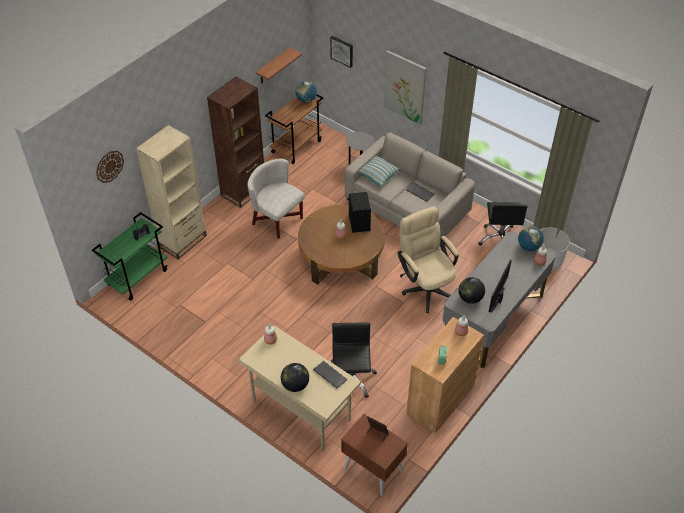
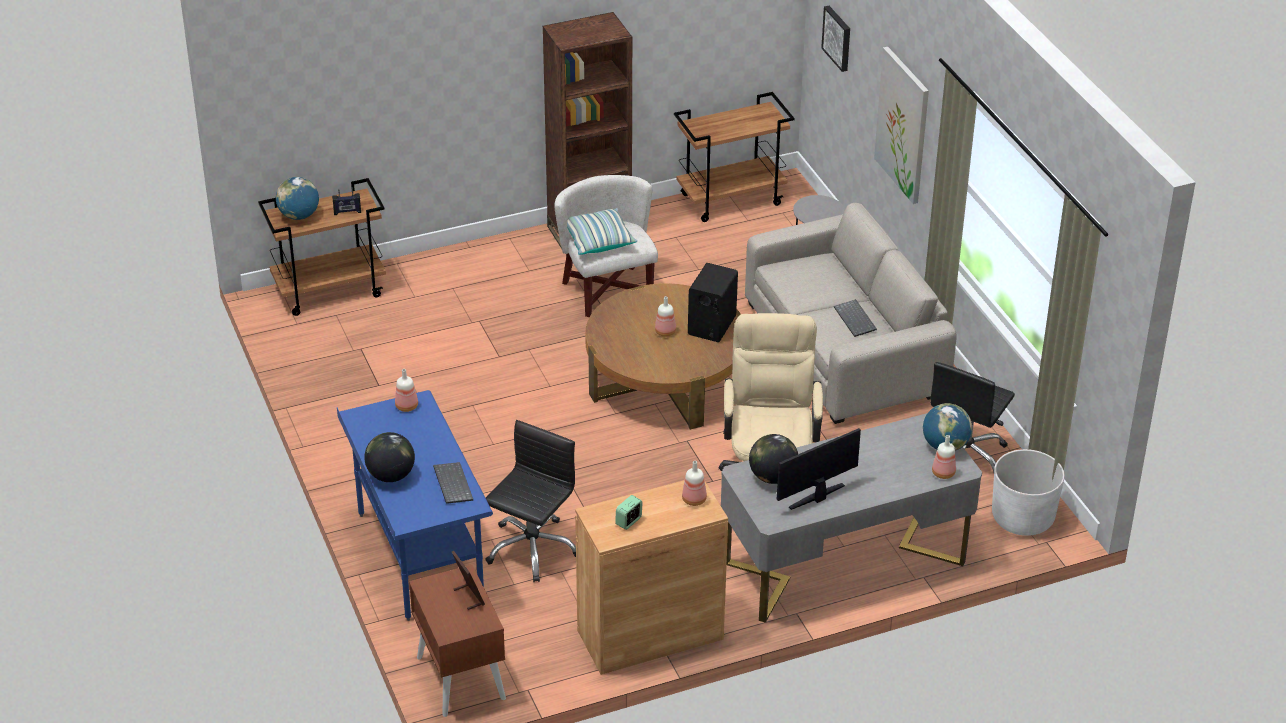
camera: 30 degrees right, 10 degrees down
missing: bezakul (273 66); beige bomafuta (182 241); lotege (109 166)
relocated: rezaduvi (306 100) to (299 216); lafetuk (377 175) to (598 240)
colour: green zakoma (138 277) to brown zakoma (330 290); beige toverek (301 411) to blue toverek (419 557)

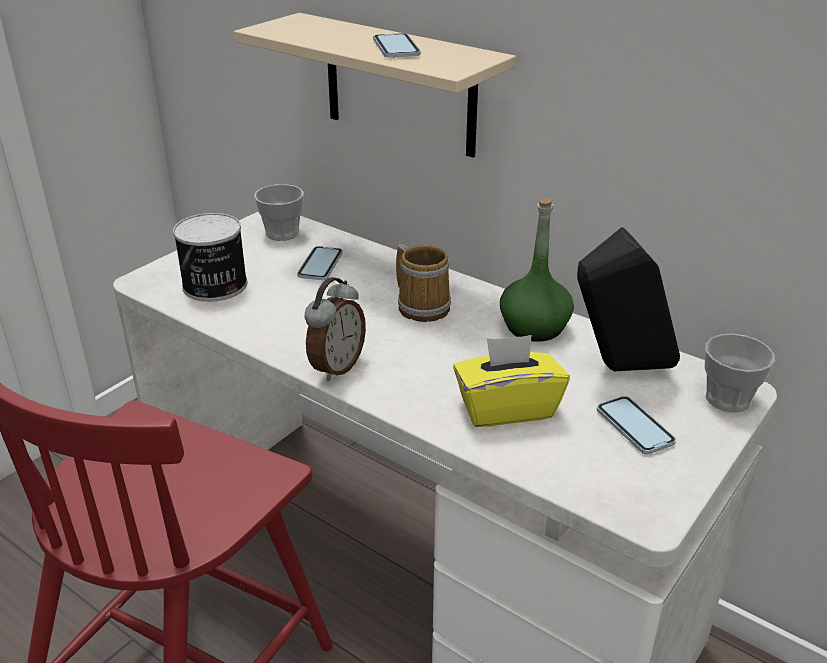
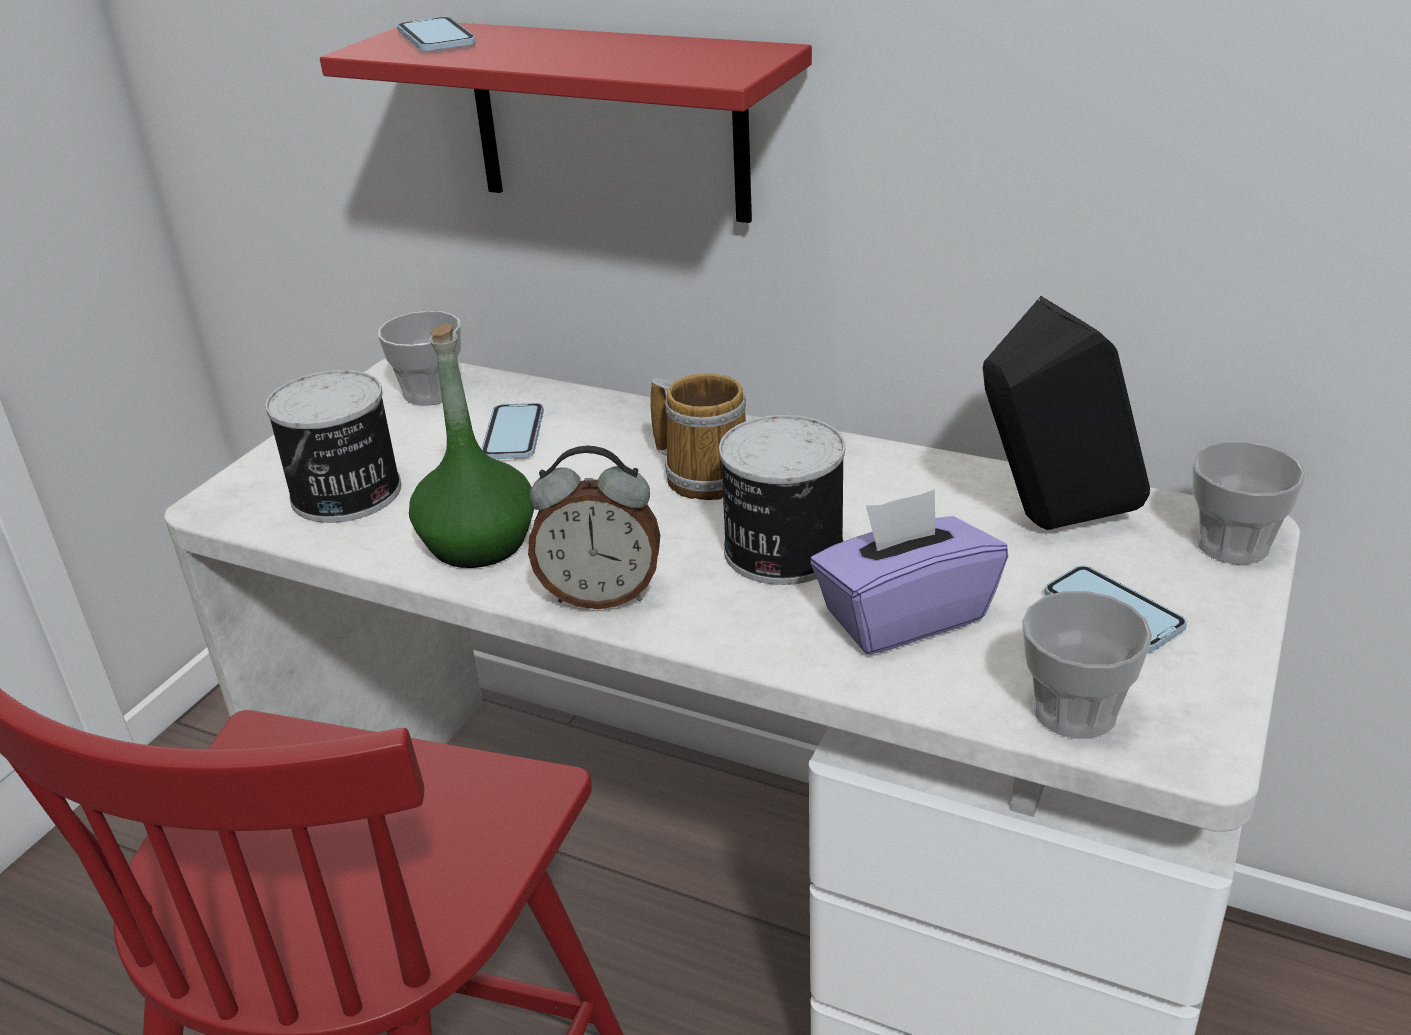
camera: 10 degrees left, 0 degrees up
appeared: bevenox (780 551); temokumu (1074 711)
relocated: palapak (396 48) to (436 38); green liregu (534 327) to (478 543)
colour: beige bezakul (399 85) to red bezakul (608 121); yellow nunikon (506 408) to purple nunikon (904 616)
spun: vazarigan (336 367) = (601 595) 75 degrees clockwise

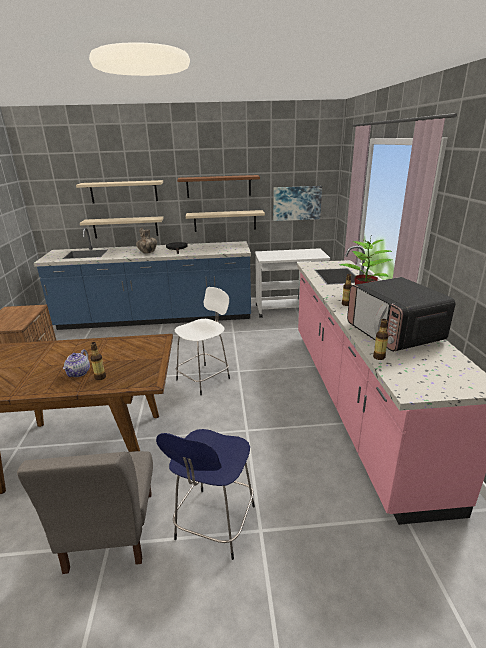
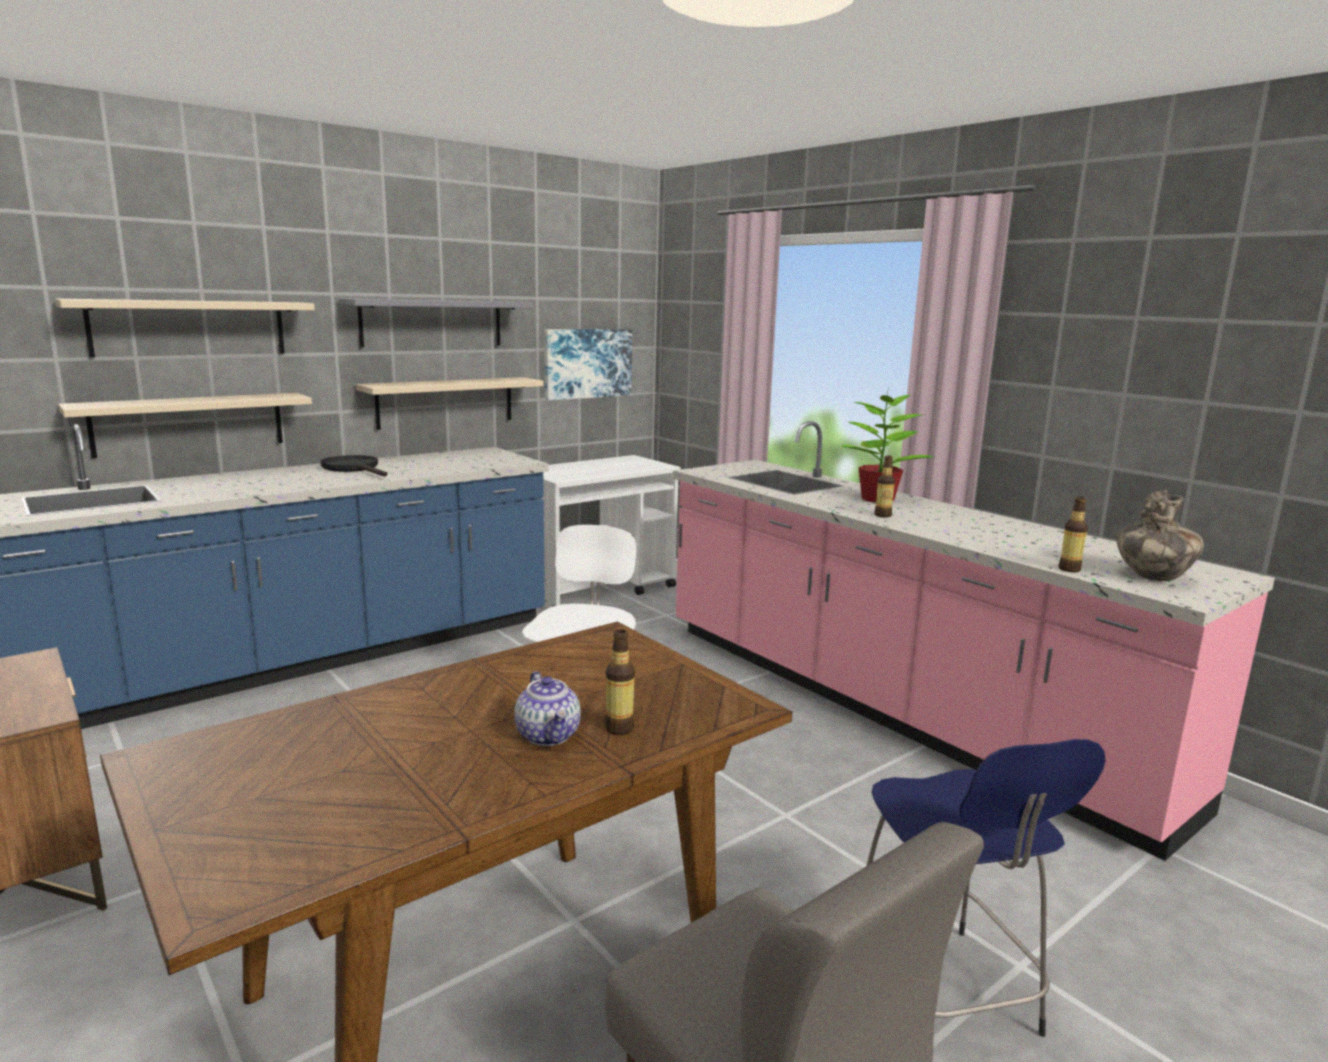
camera: 35 degrees left, 10 degrees down
missing: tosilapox (394 333)
relocated: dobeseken (148 252) to (1153 577)
colour: brown bezakul (218 186) to grey bezakul (432 323)

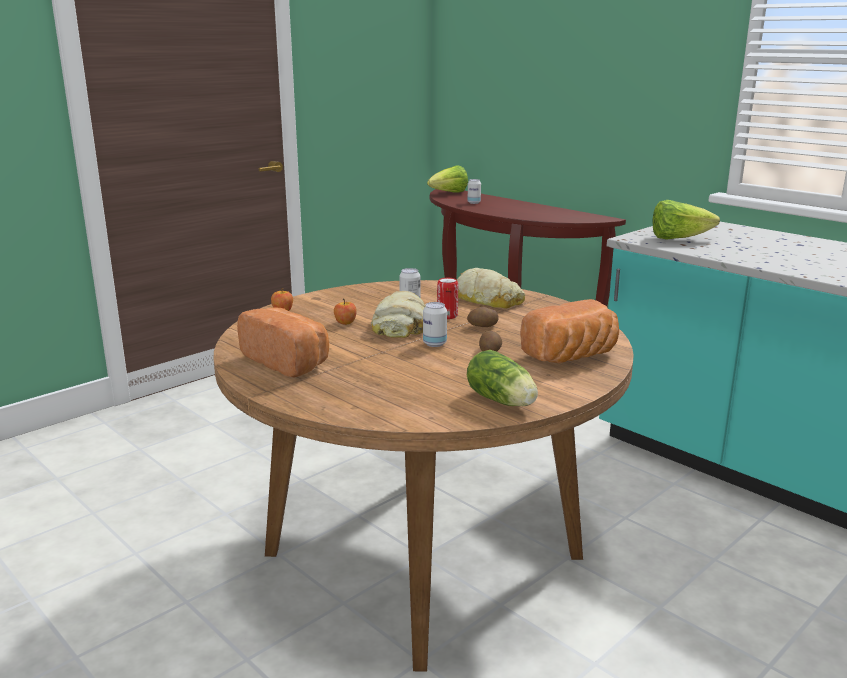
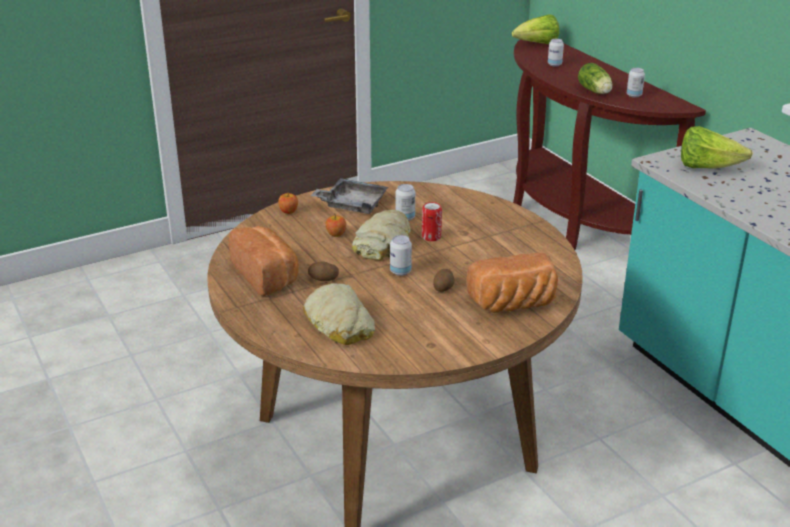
camera: 15 degrees right, 10 degrees up
appeared: bevenox (634 95); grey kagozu (352 204)
relocated: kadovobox (487 299) to (339 323); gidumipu (483 326) to (323 279); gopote (503 402) to (595 92)

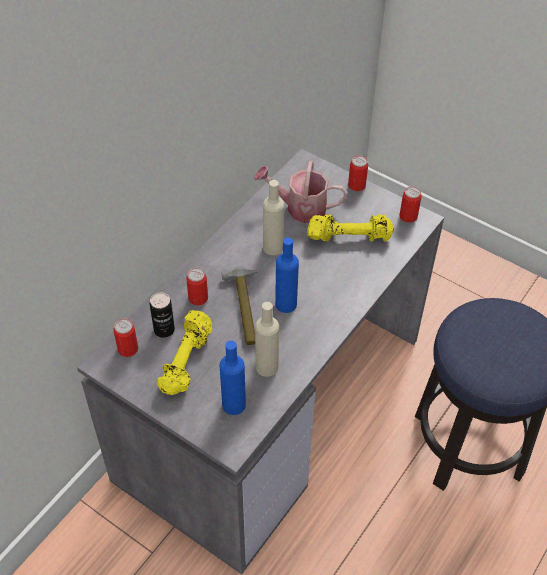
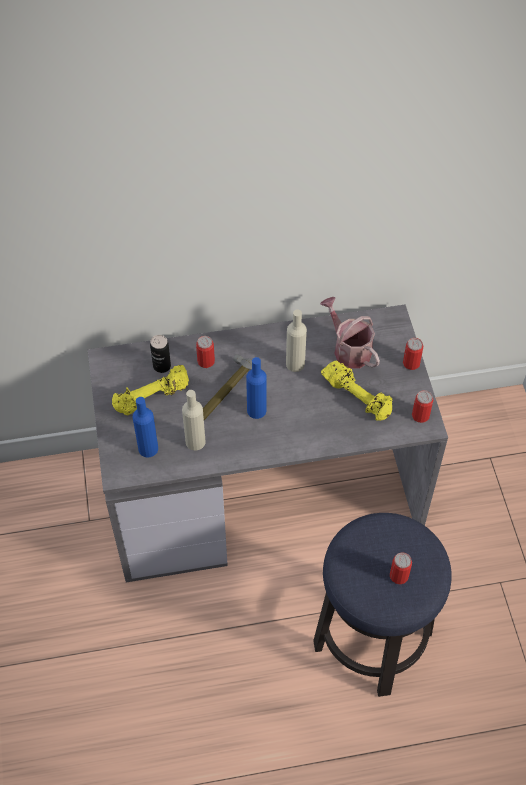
camera: 45 degrees right, 5 degrees up
relocated: bevenox (128 349) to (399 576)

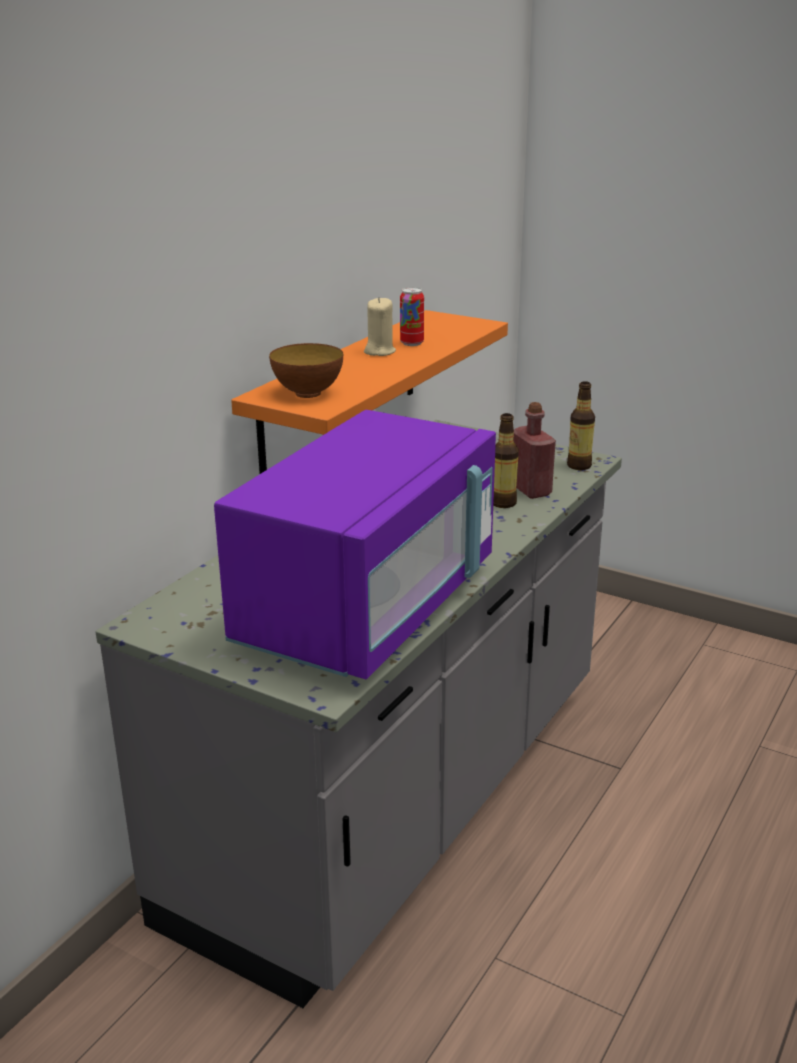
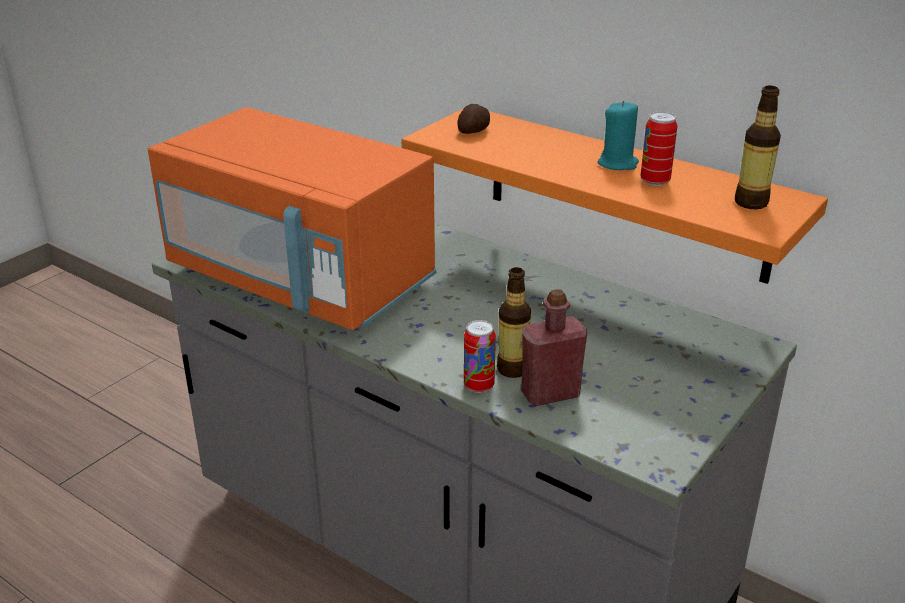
camera: 95 degrees right, 5 degrees up
appeared: bevenox (479 386)
relocated: liregu (579 466) to (750 203)
exchanged: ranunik (308 393) to gidumipu (474 131)
colour: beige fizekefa (379 351) to turquoise fizekefa (618 164); purple tosilapox (369 607) to orange tosilapox (301 279)

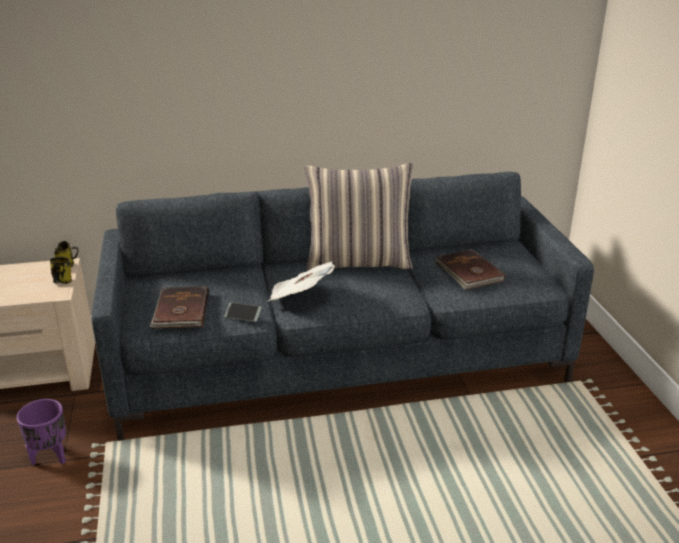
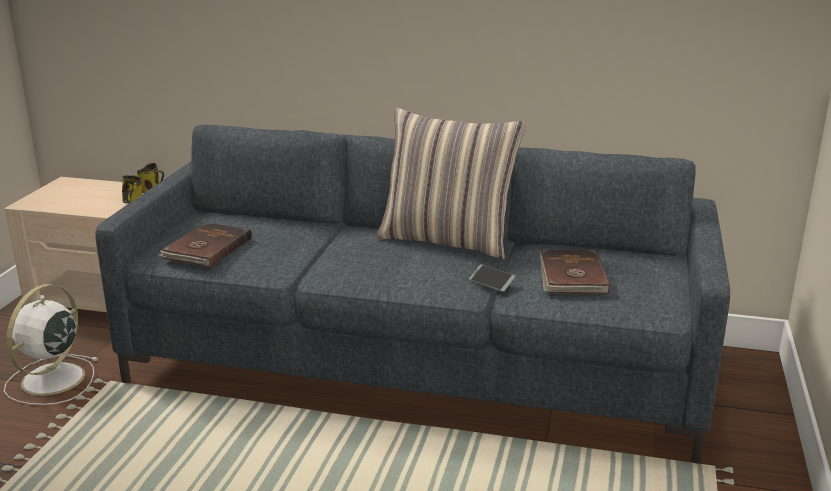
camera: 25 degrees right, 5 degrees down
missing: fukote (300 297)
relocated: palapak (243 315) to (491 282)
exchanged: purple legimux (50 457) to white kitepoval (51 381)

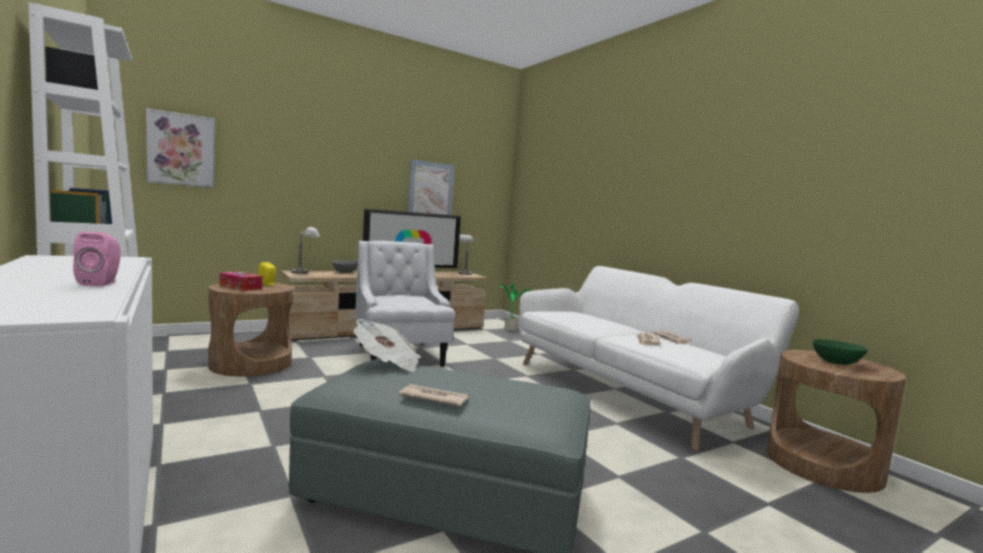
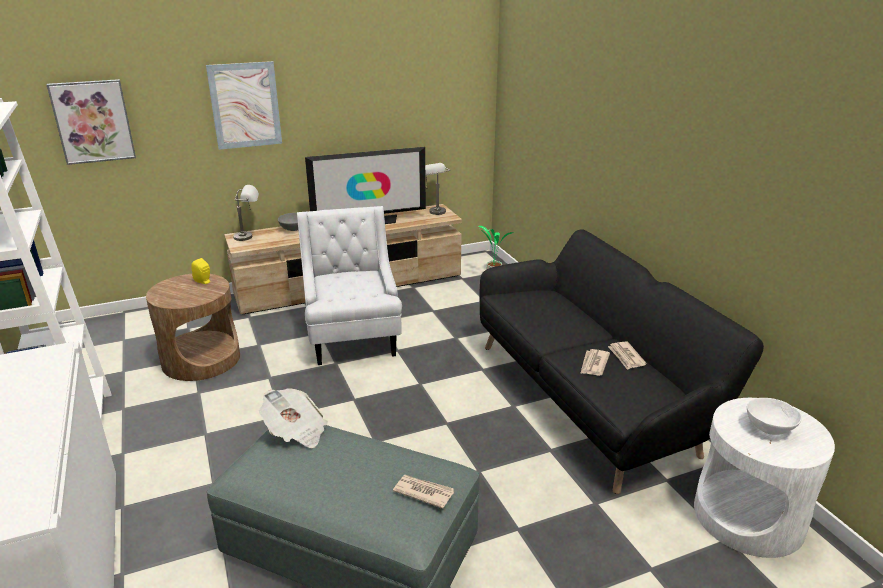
camera: 10 degrees right, 20 degrees up
missing: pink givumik (101 283); nunikon (240 287)
relocated: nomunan (430 192) to (245 105); fukote (433 398) to (423 492)
colour: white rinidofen (630 392) to black rinidofen (590 397); green ranunik (836 362) to white ranunik (769 428); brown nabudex (823 465) to white nabudex (748 516)

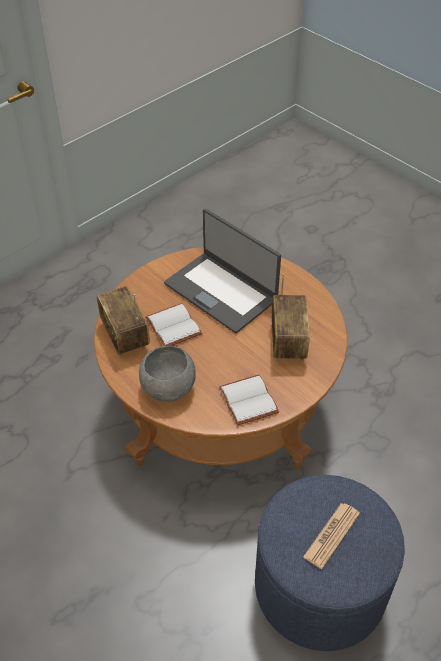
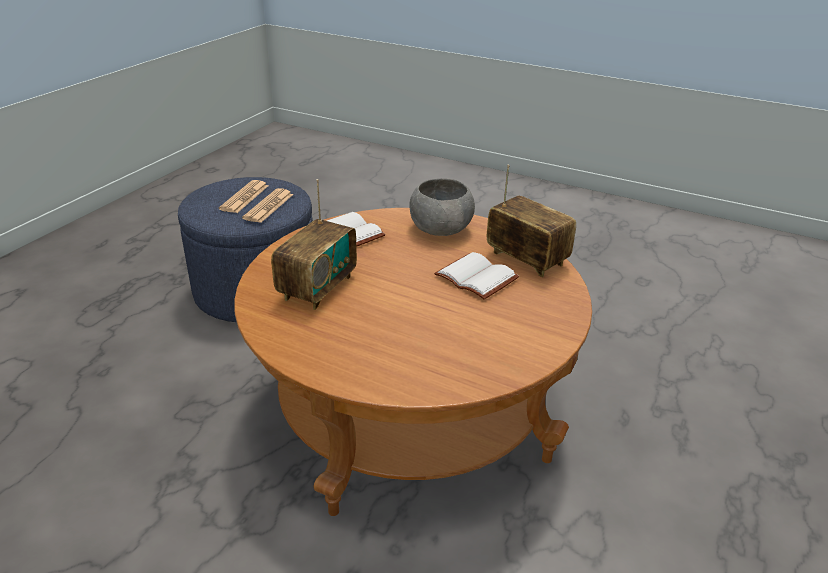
camera: 160 degrees right, 15 degrees down
missing: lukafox (221 291)
appeared: fukote (268 206)
spun: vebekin (288 342) = (317 288) 135 degrees counterclockwise

